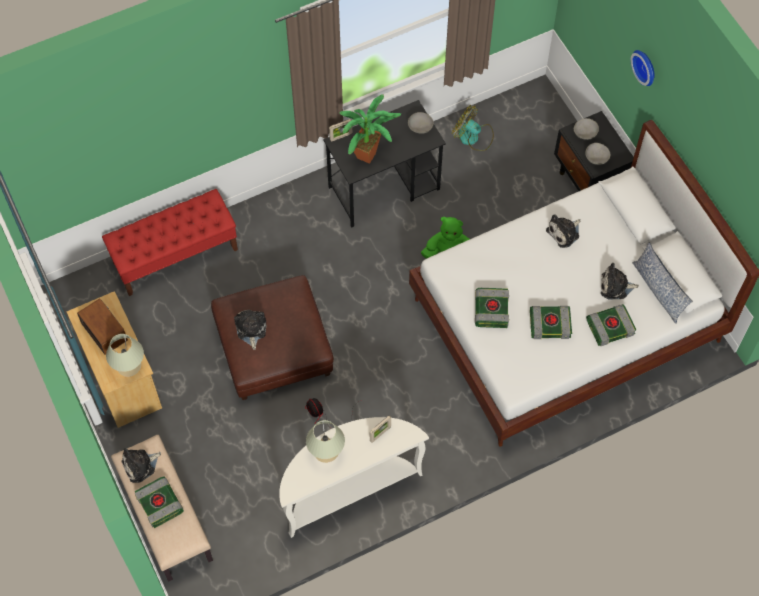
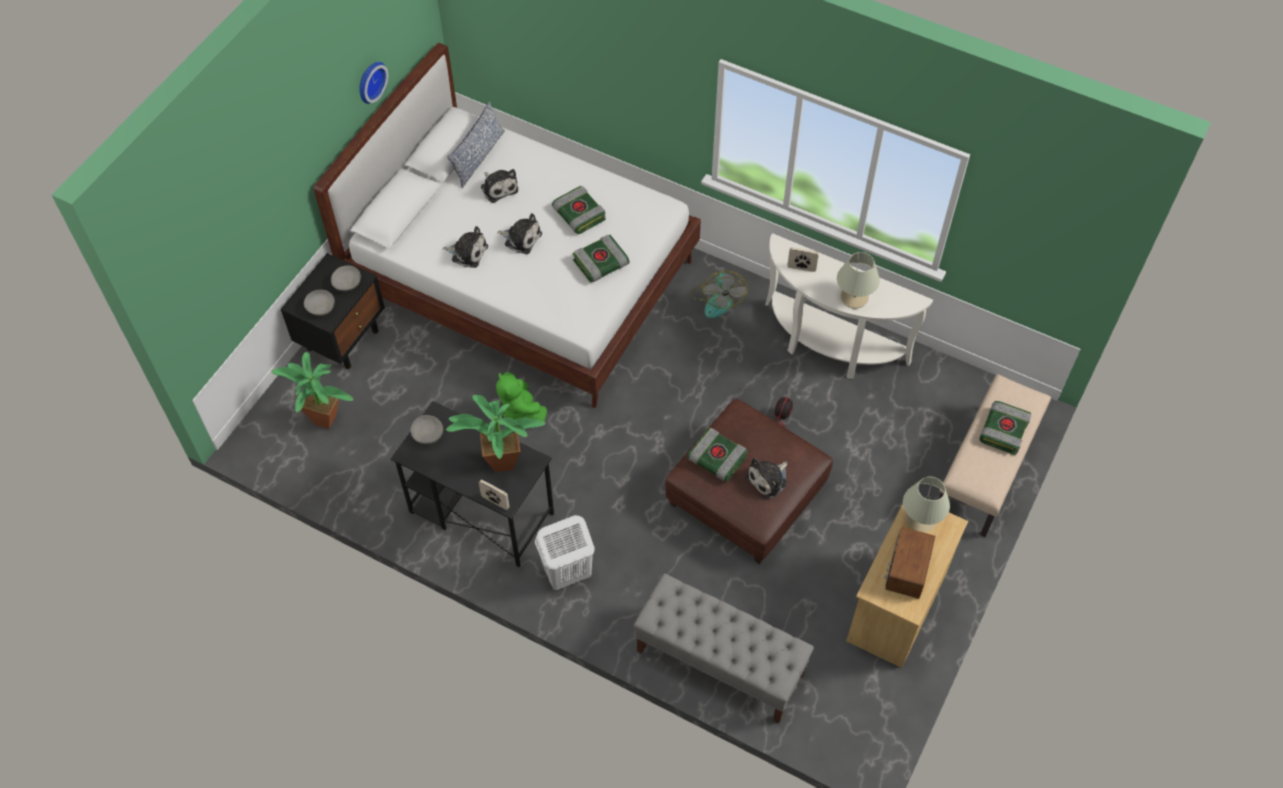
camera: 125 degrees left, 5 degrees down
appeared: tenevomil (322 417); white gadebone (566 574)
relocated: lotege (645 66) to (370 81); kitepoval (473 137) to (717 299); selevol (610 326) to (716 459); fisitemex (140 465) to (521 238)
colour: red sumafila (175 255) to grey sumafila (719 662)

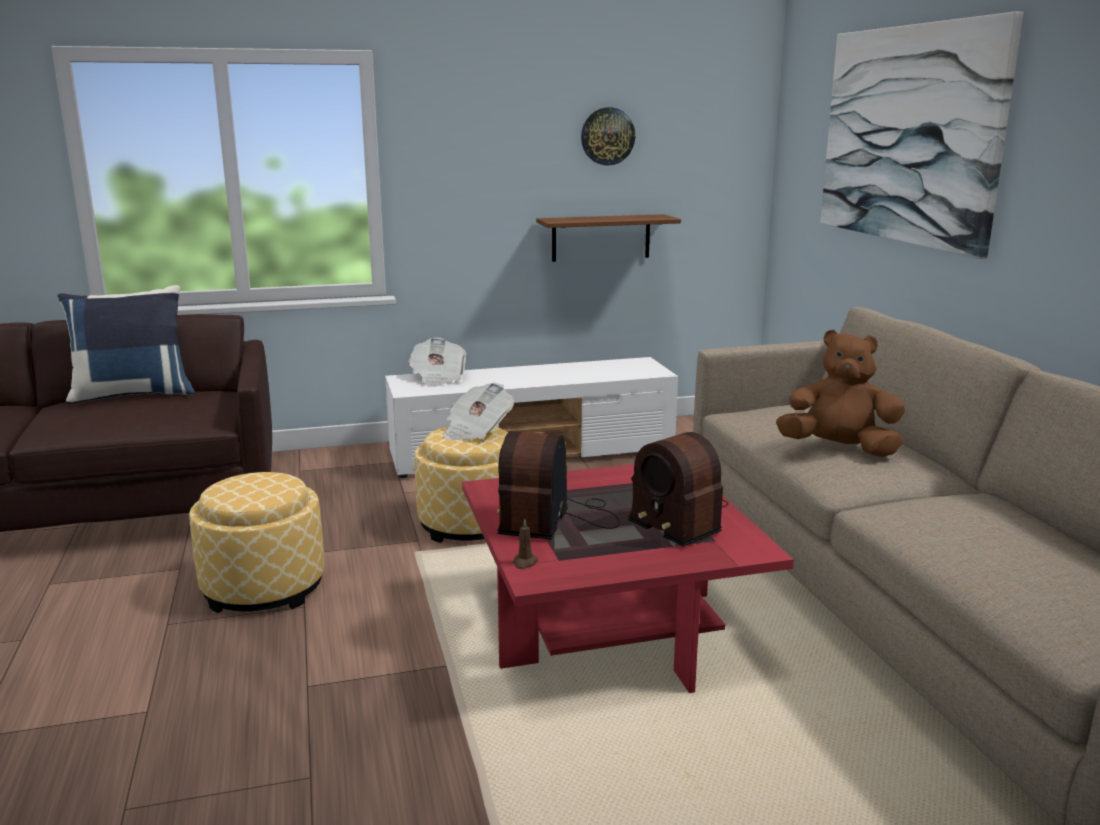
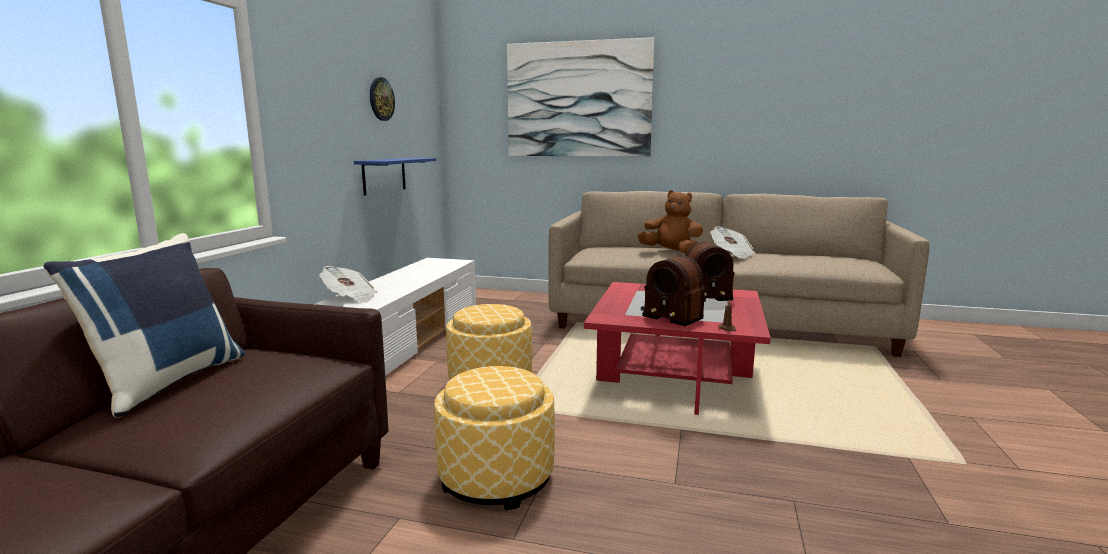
camera: 60 degrees left, 5 degrees down
relocated: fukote (476 431) to (731 254)
colour: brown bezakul (601 237) to blue bezakul (384 175)
spun: brown fisitemex (839 449) = (671 252) 75 degrees clockwise

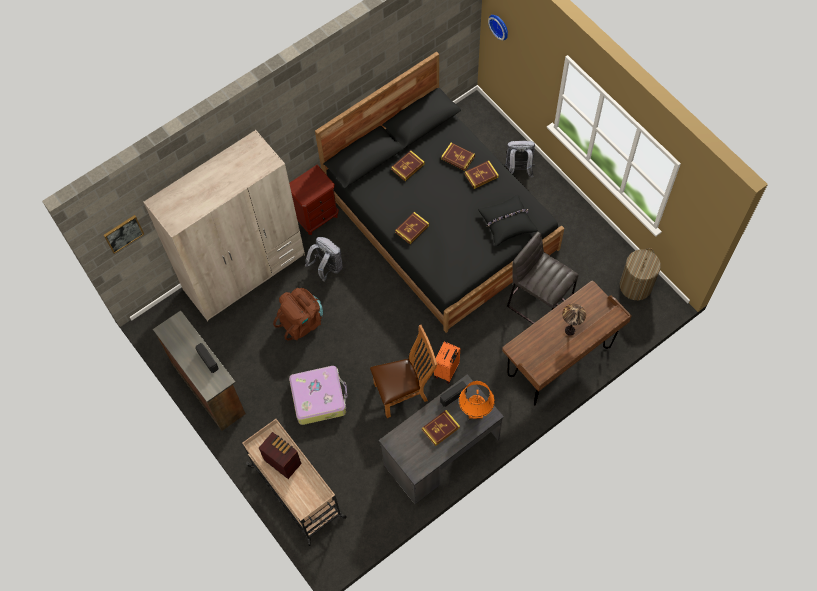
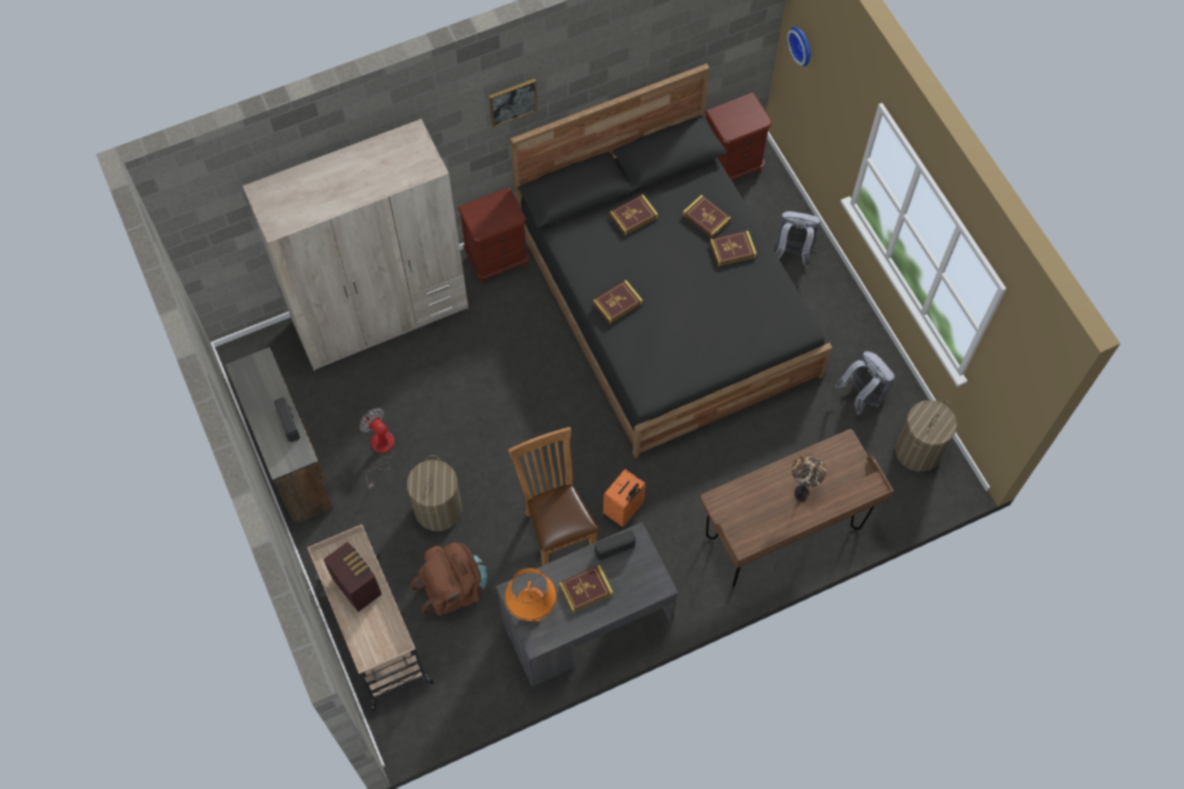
camera: 10 degrees right, 0 degrees up
missing: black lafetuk (507 223); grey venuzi (538 304)
appeared: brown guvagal (732 166); kitepoval (380 450)
relocated: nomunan (123 233) to (512 102); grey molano (327 268) to (862 395); brown molano (302 322) to (454 589); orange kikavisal (475 413) to (532 612)
exchanged: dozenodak (319 397) to gadebone (438 509)
spun: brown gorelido (404 392) = (557 527) 105 degrees counterclockwise

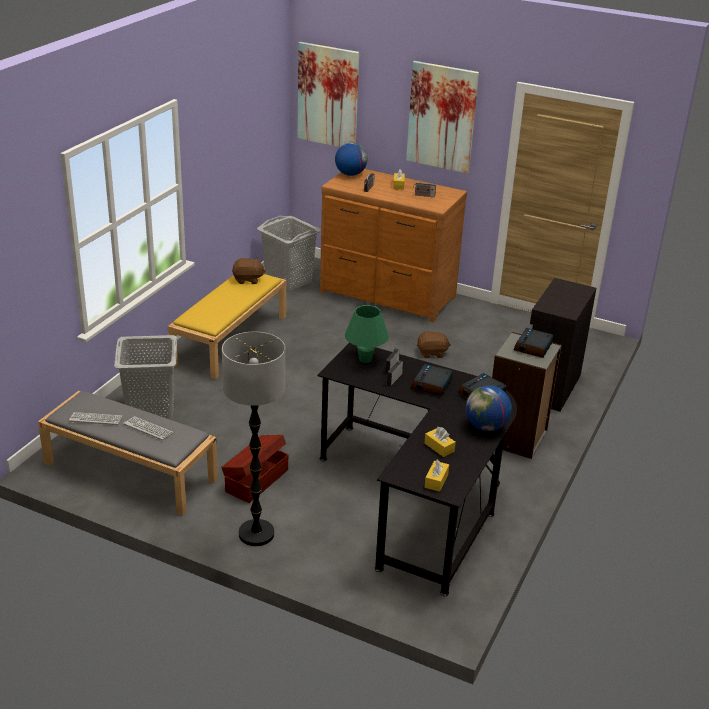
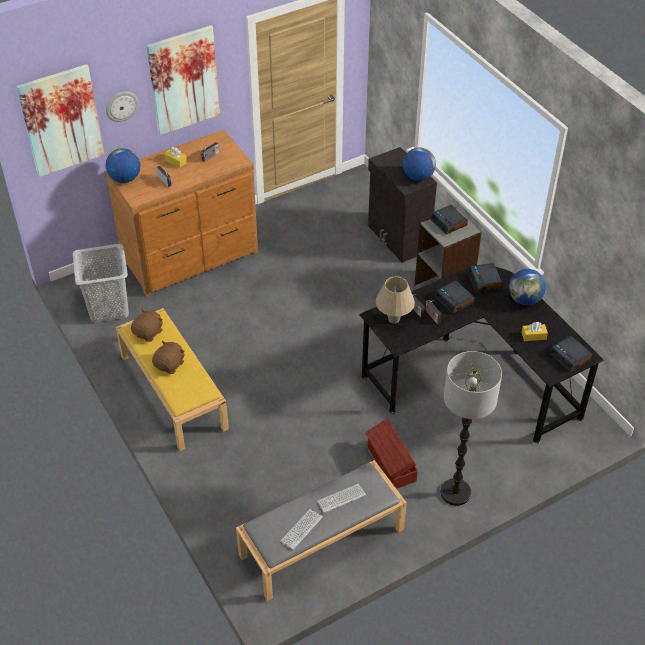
camera: 55 degrees left, 15 degrees up
missing: grey gadebone (150 411)
appeared: lotege (121 106); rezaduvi (418 177)
relocated: brown fisitemex (432 353) to (170 365)
exchanged: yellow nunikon (436 481) to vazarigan (570 357)
colour: green kikavisal (365 359) to beige kikavisal (394 319)

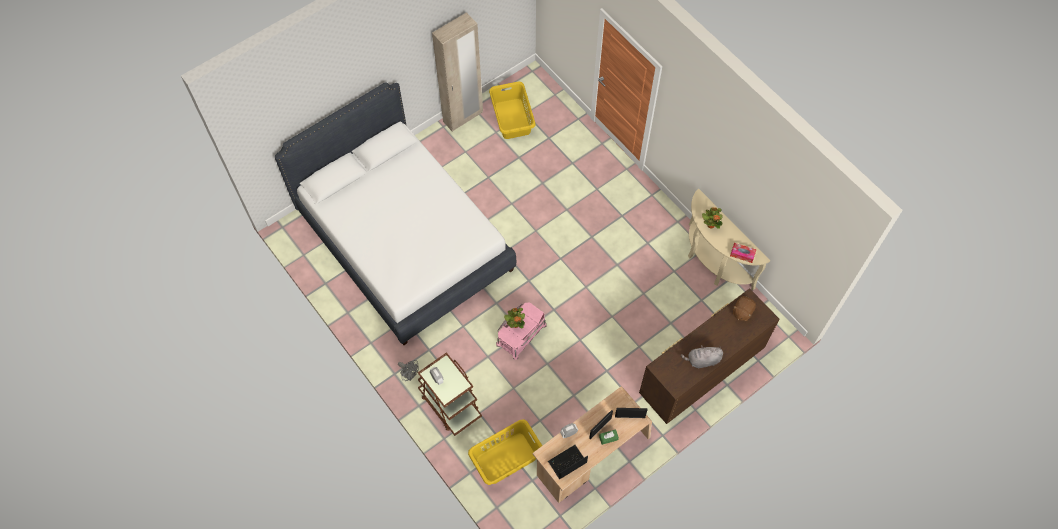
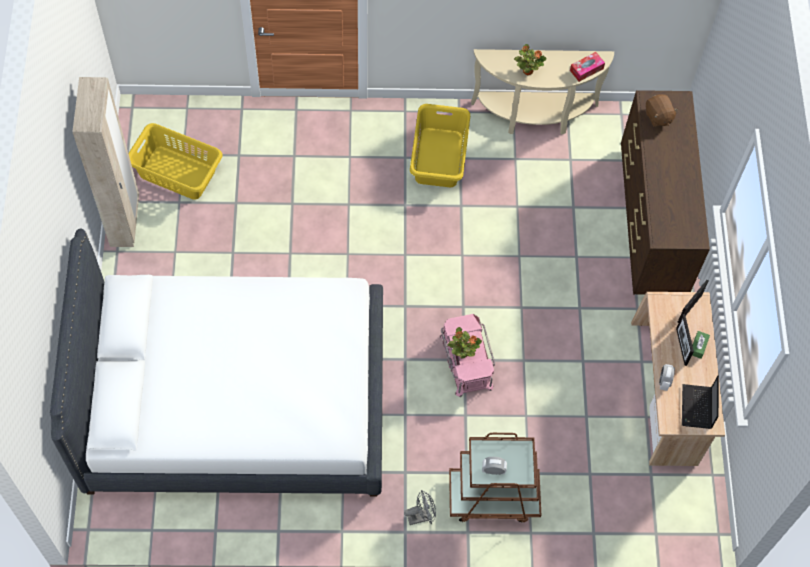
camera: 55 degrees left, 0 degrees up
missing: grey fisitemex (702 360)
relocated: yellow gadebone (507 458) to (439 157)

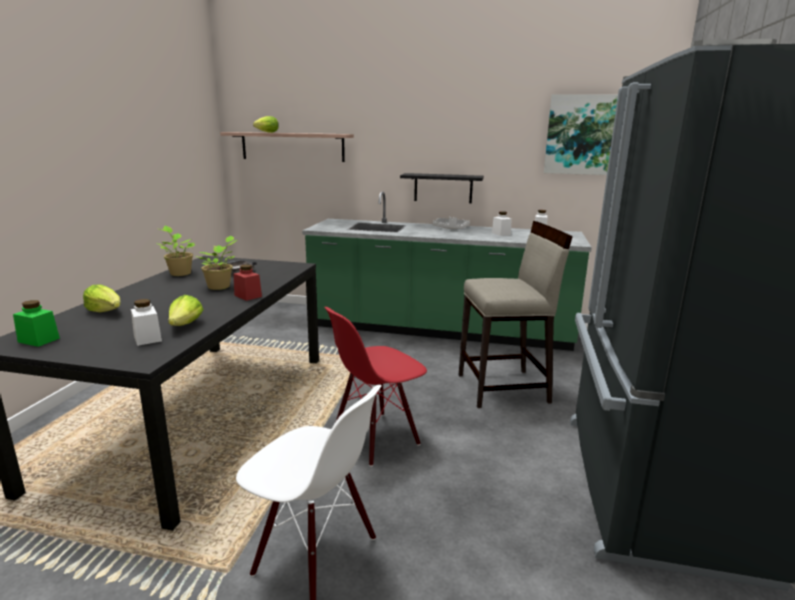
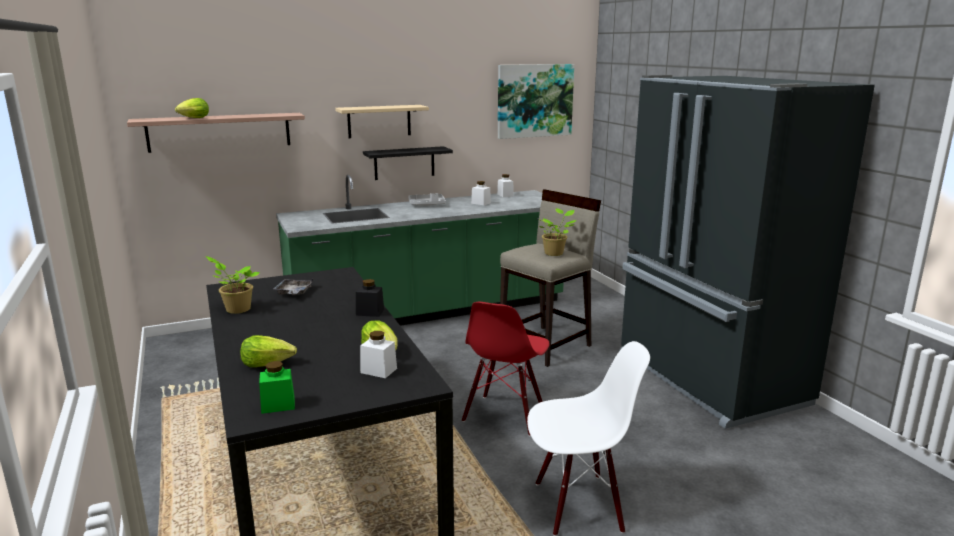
camera: 35 degrees left, 0 degrees up
appeared: beige bezakul (379 121)
relocated: tenevomil (220 287) to (555 253)
colour: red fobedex (248 296) to black fobedex (370 312)

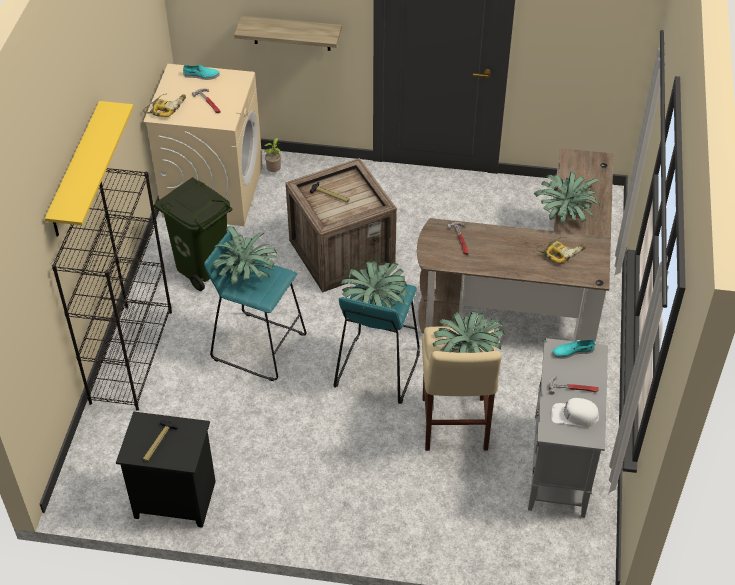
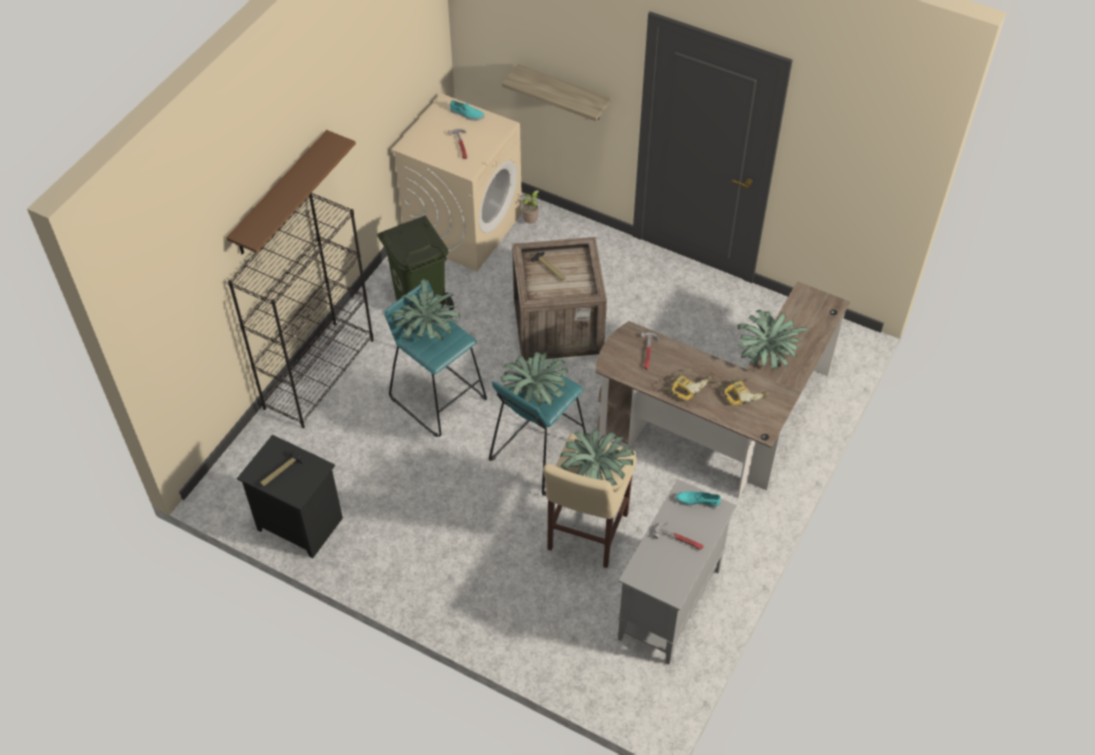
camera: 20 degrees right, 5 degrees up
missing: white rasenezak (574 416)
relocated: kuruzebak (166 107) to (687 386)
colour: yellow bezakul (76 171) to brown bezakul (280 195)

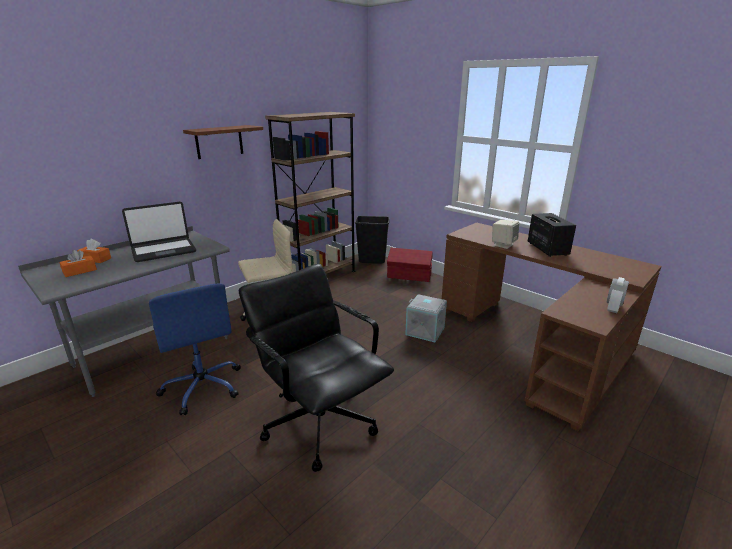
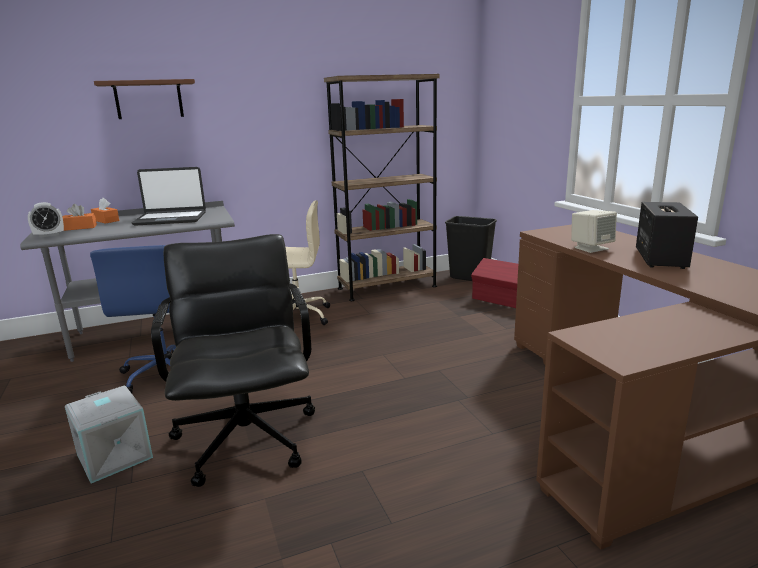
camera: 25 degrees right, 5 degrees down
relocated: brown bezakul (219 141) to (149 99); vazarigan (613 308) to (49 235); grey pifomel (425 330) to (116 456)

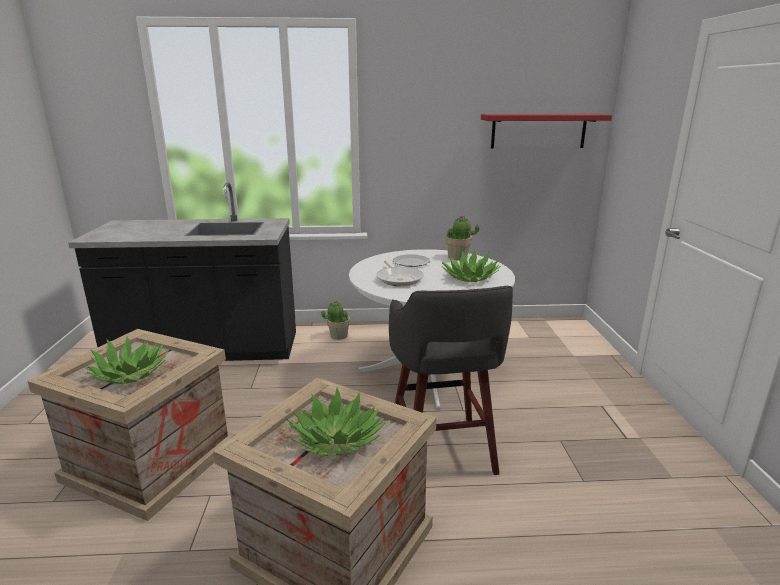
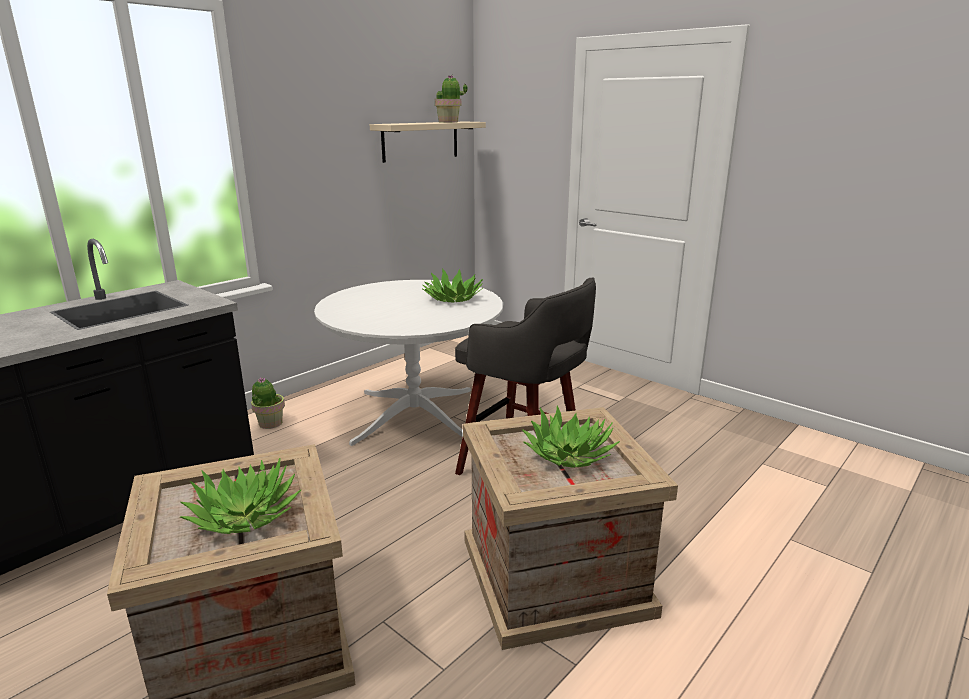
camera: 45 degrees left, 0 degrees up
missing: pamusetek (411 262); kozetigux (399 279)
relocated: tenevomil (458 257) to (448 122)
colour: red bezakul (538 131) to beige bezakul (420 141)

